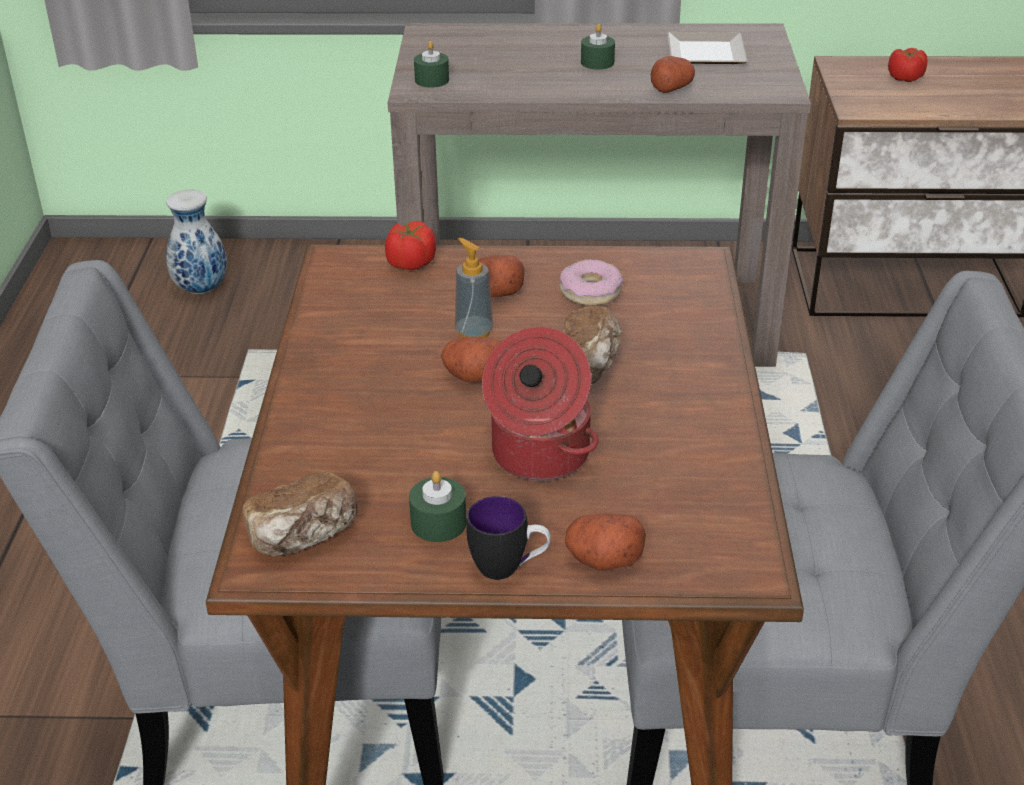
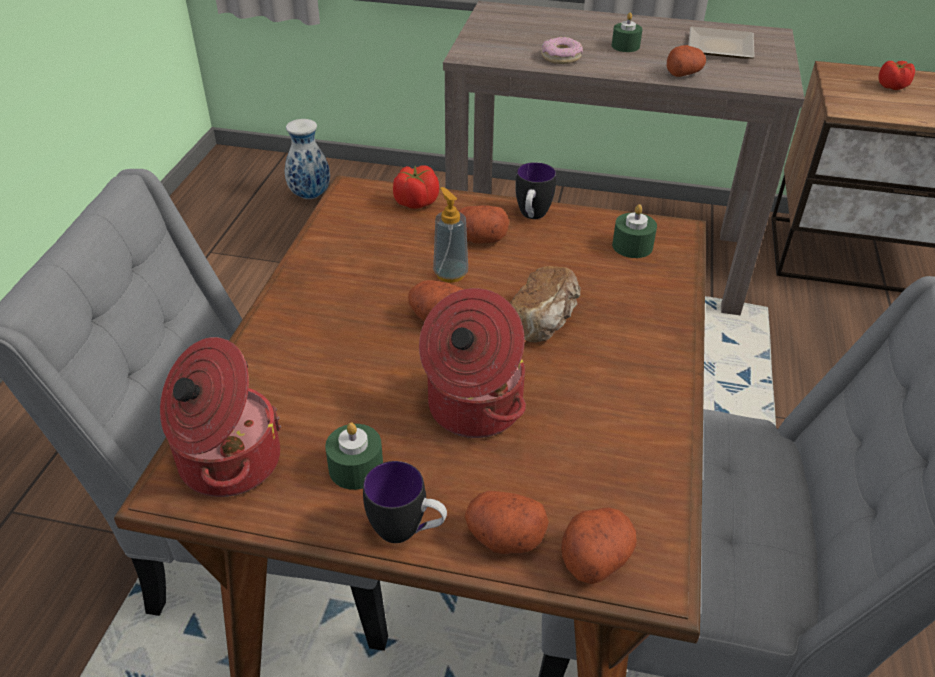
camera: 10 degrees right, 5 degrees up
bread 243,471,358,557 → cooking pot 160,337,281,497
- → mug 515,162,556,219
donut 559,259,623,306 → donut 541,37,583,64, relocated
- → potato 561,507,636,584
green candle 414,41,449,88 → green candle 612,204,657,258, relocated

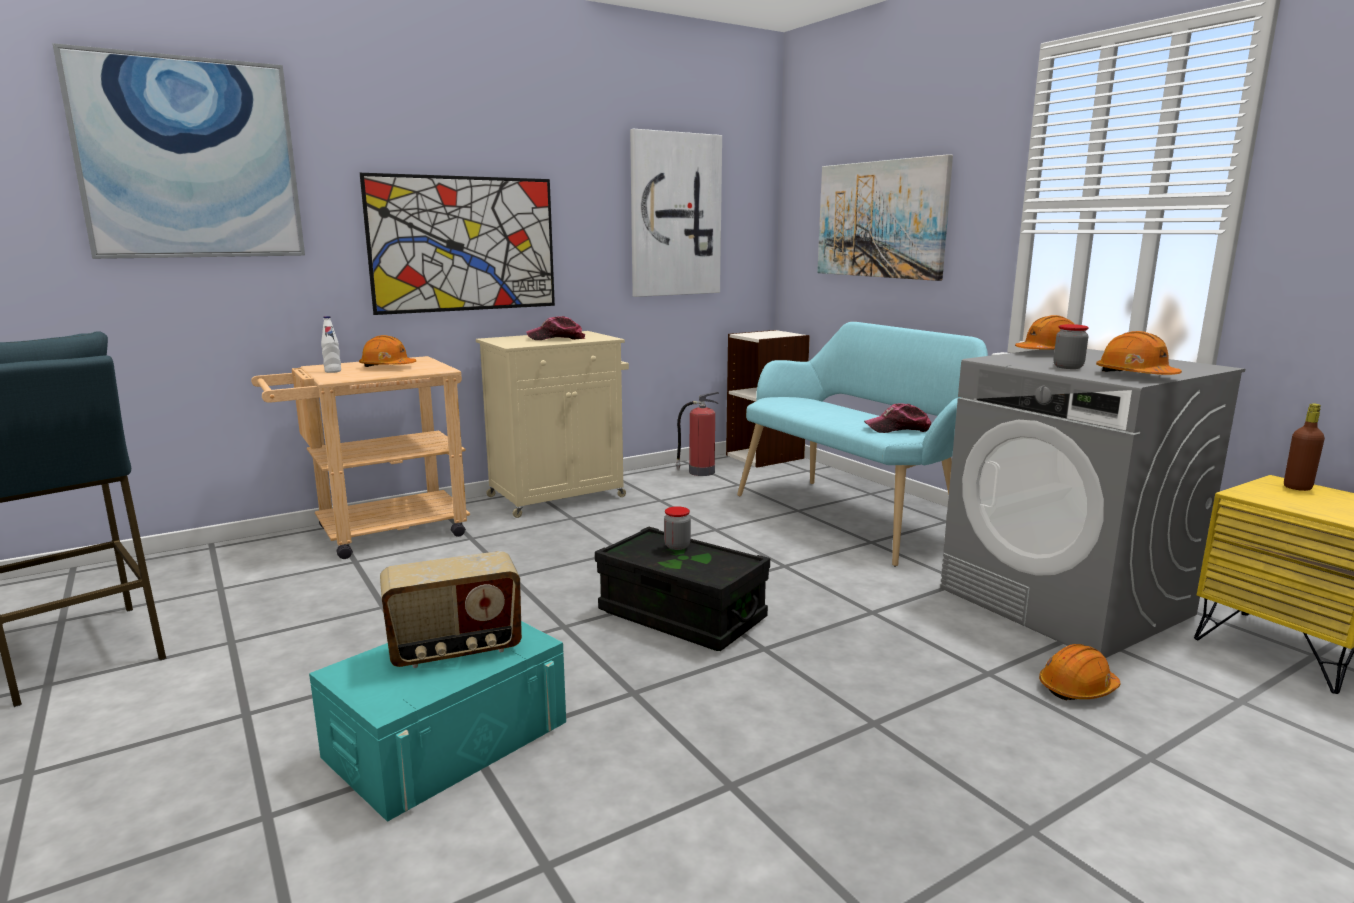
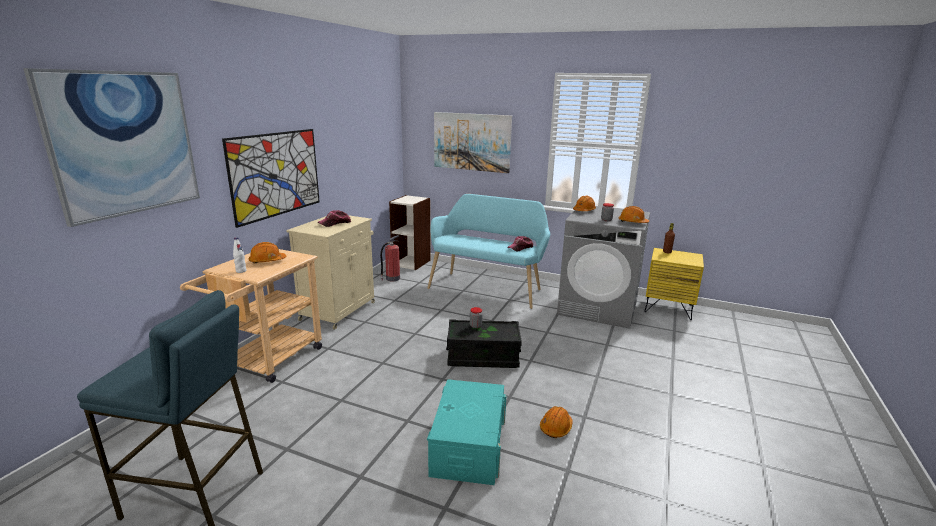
camera: 35 degrees left, 5 degrees up
orange hard hat 1039,644,1121,701 → orange hard hat 540,406,573,438, relocated
radio 380,551,522,668 → -
picture 630,129,722,297 → -

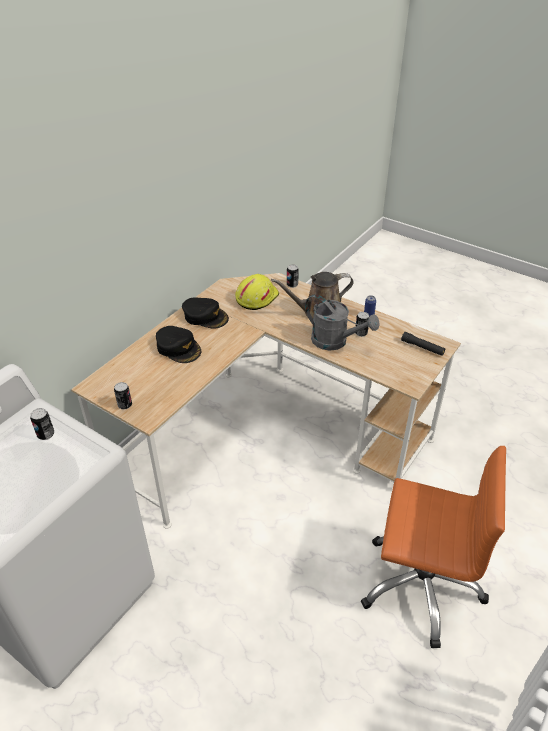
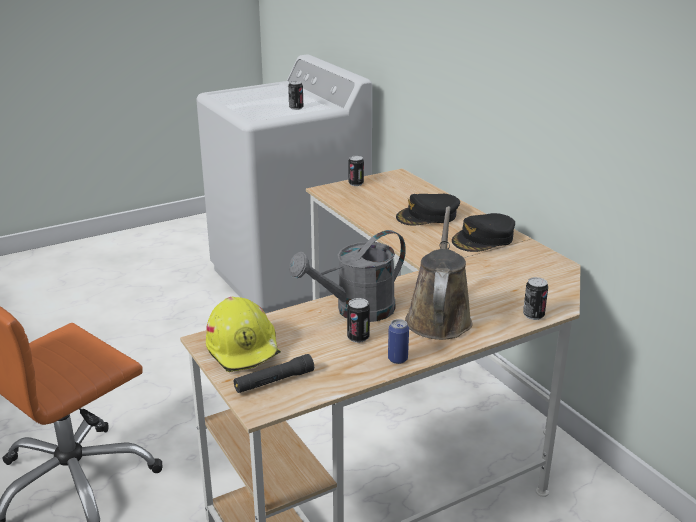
camera: 115 degrees right, 15 degrees down
yellow hard hat 235,274,279,310 → yellow hard hat 206,297,281,372, relocated

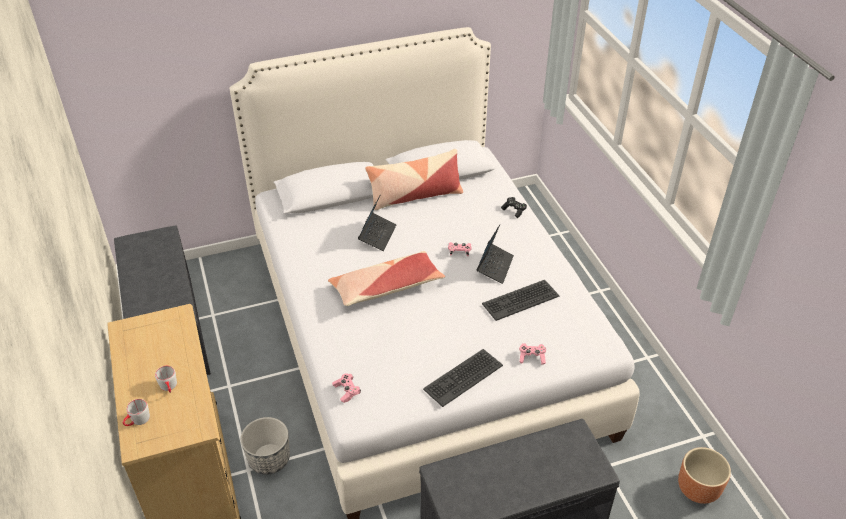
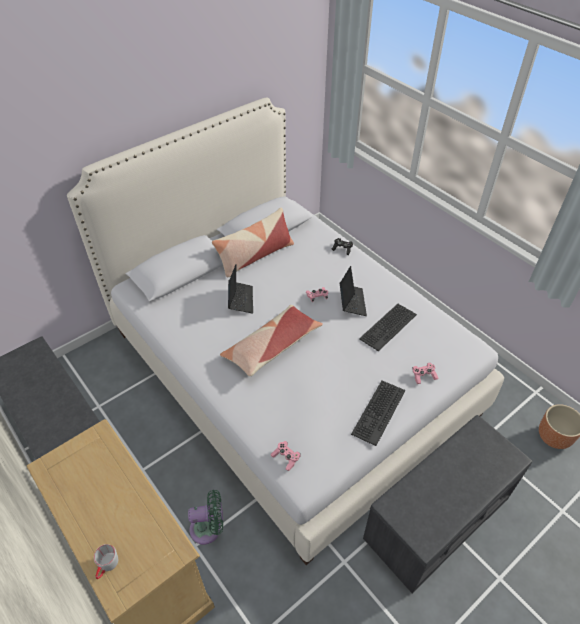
camera: 20 degrees left, 5 degrees up
planter 241,417,290,475 → green fan 188,490,223,545
grey mug 155,366,177,393 → -

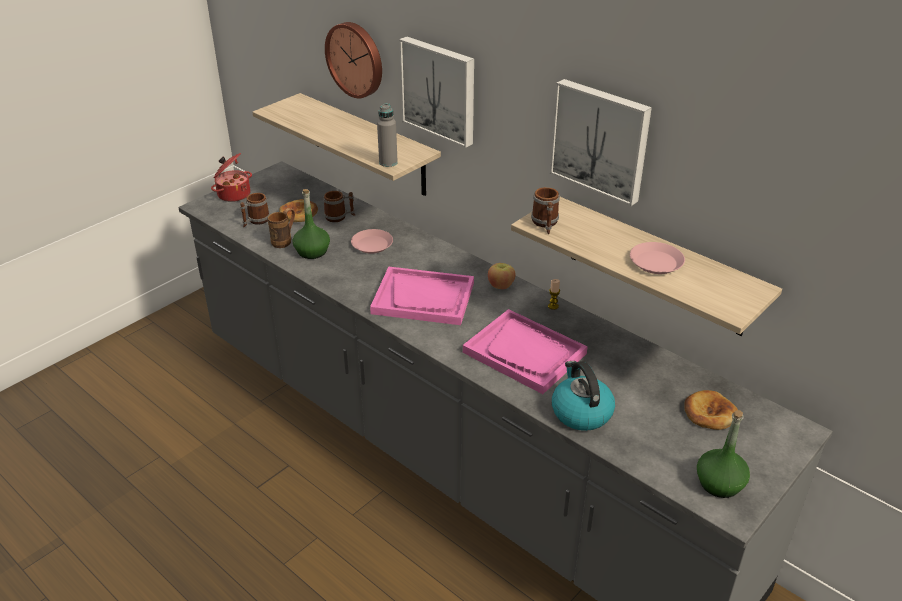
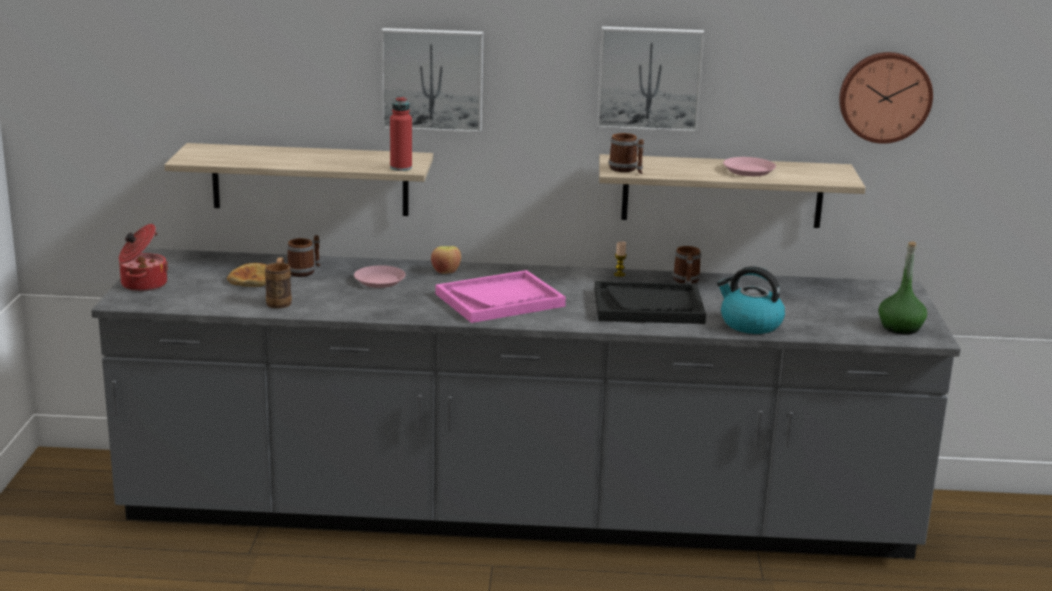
camera: 40 degrees left, 15 degrees down
grey bottle 377,103,398,167 → red bottle 390,96,412,171
apple 488,263,516,289 → apple 431,246,461,274, relocated
pink tray 463,309,587,394 → black tray 595,281,706,324
mug 240,193,270,227 → mug 673,246,701,284, relocated
wall clock 325,22,382,98 → wall clock 839,52,933,144, relocated
green bottle 293,189,330,259 → -
bread 684,390,738,430 → -

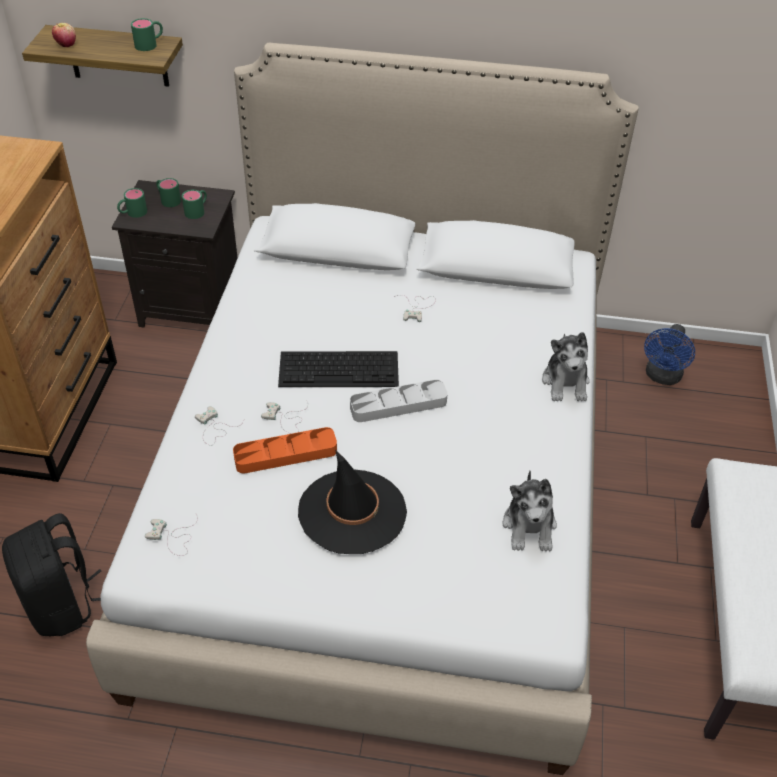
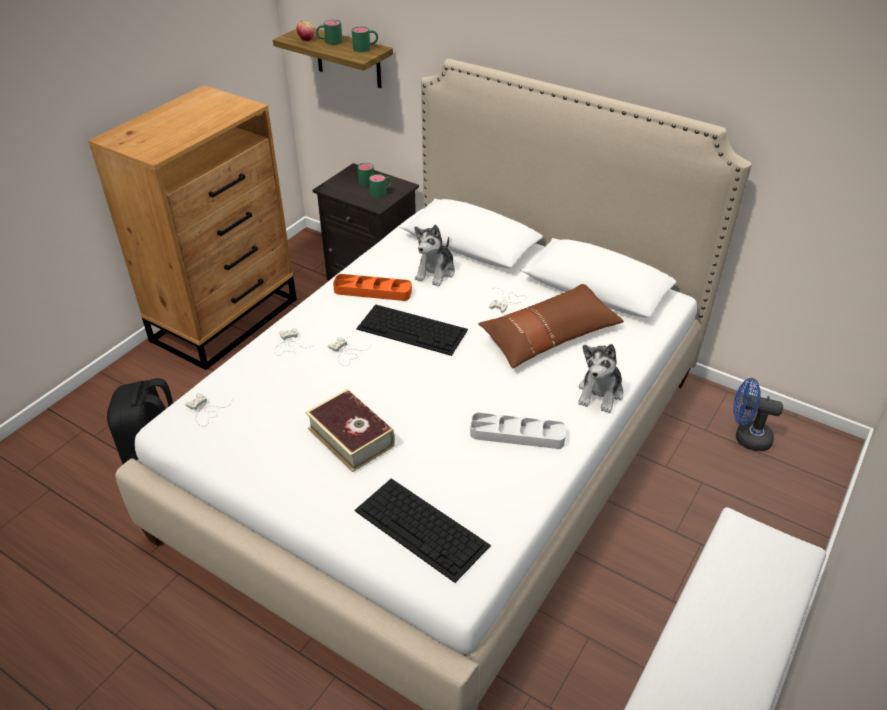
camera: 25 degrees right, 5 degrees down
black hat 298,450,407,554 → book 305,389,395,472
green mug 117,188,147,218 → green mug 316,20,343,45, relocated
orange tray 233,427,337,474 → orange tray 333,274,412,301, relocated
- → keyboard 355,478,491,583
plush toy 503,471,557,551 → plush toy 415,225,455,286, relocated
grey tray 350,380,448,422 → grey tray 470,412,566,449, relocated
- → brown pillow 478,284,624,368
blue fan 644,324,695,385 → blue fan 733,378,783,451, 60 degrees clockwise

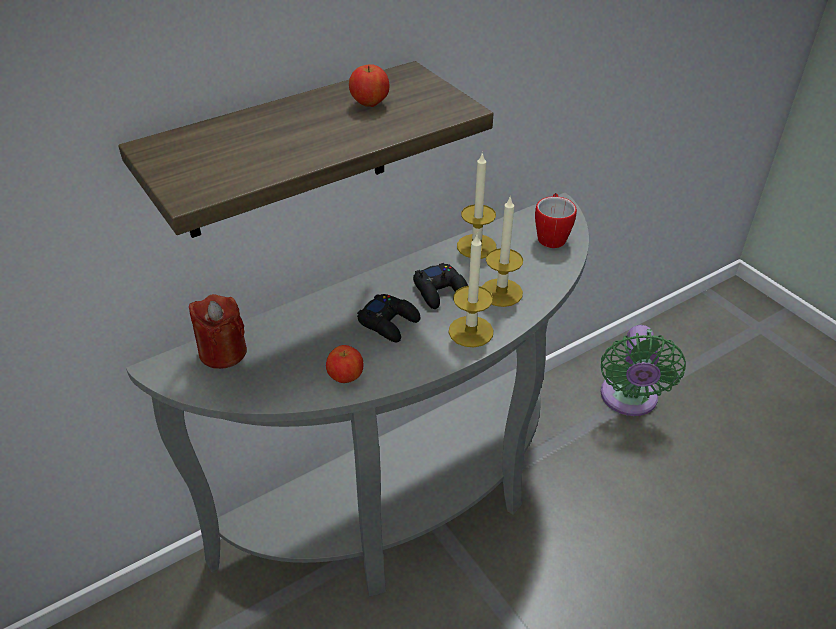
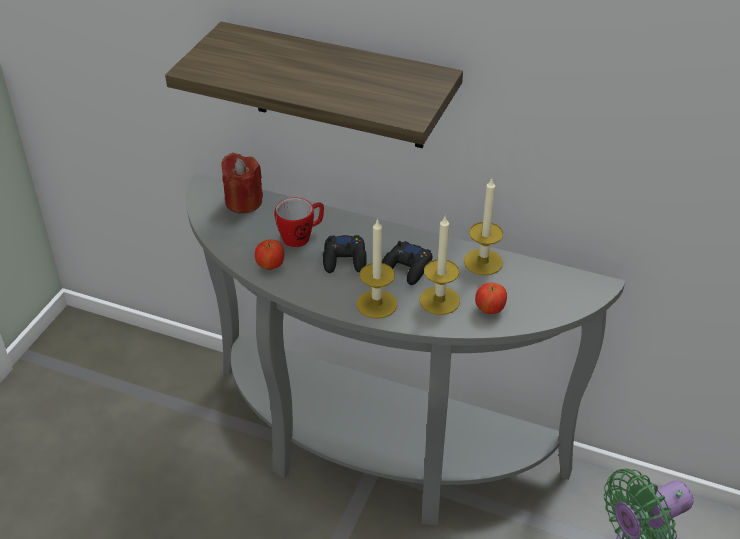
camera: 55 degrees right, 0 degrees up
mug 535,193,577,248 → mug 275,198,324,247, relocated
apple 349,64,389,107 → apple 475,283,507,314, relocated

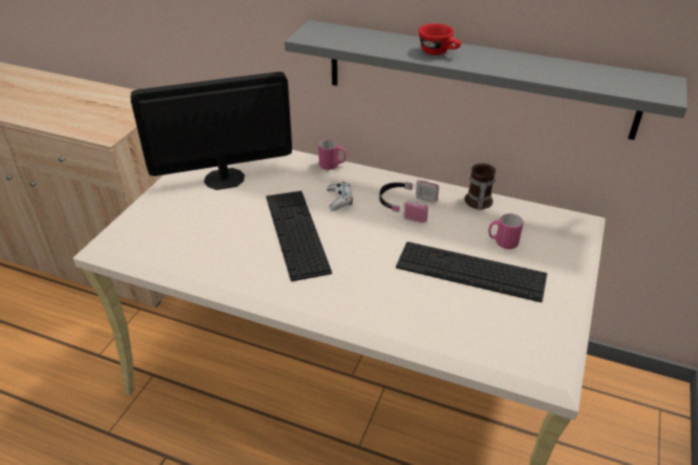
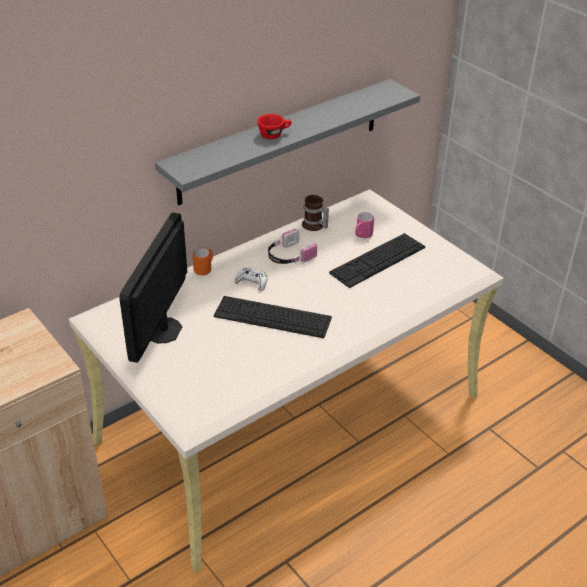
camera: 60 degrees left, 0 degrees up
pink mug 318,139,346,170 → orange mug 193,248,213,275

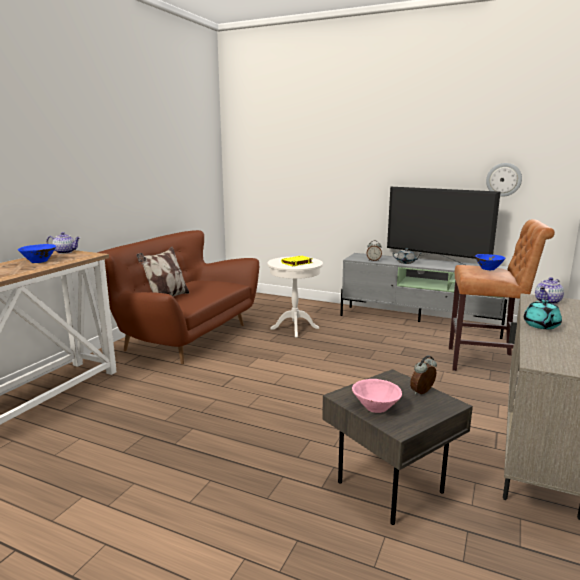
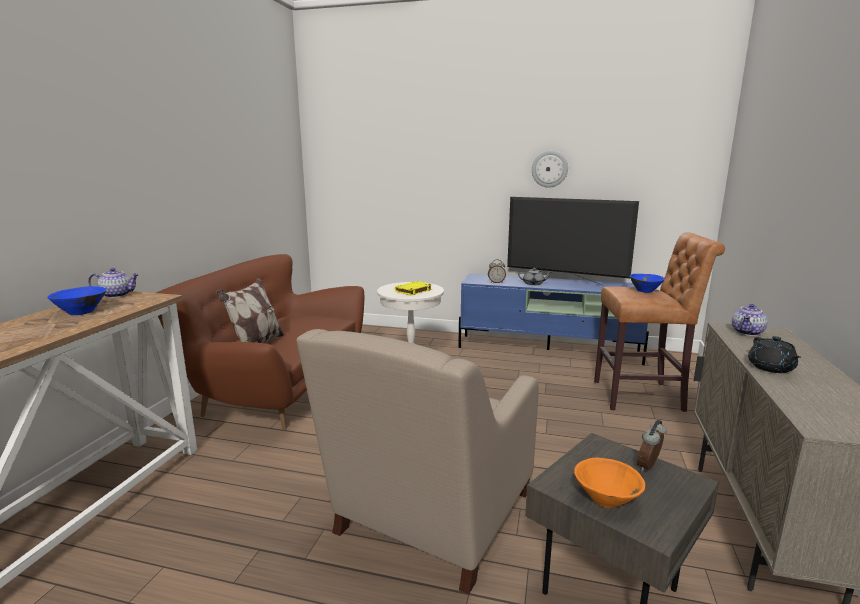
camera: 10 degrees left, 0 degrees up
- → beige armchair 296,329,539,594
grey tv stand 340,253,508,339 → blue tv stand 458,274,649,365
wall clock 486,163,522,197 → wall clock 532,151,568,188, relocated
pink bowl 352,379,402,413 → orange bowl 574,458,645,508
turquoise teapot 524,300,562,329 → black teapot 748,336,801,373

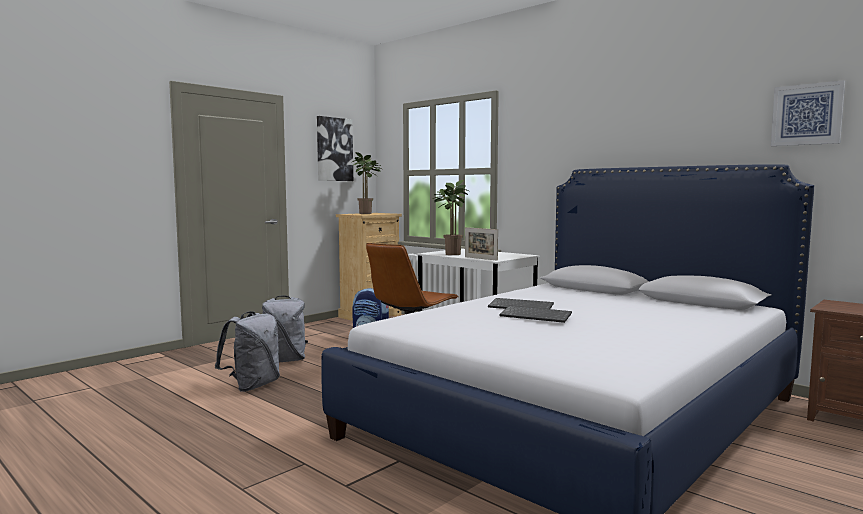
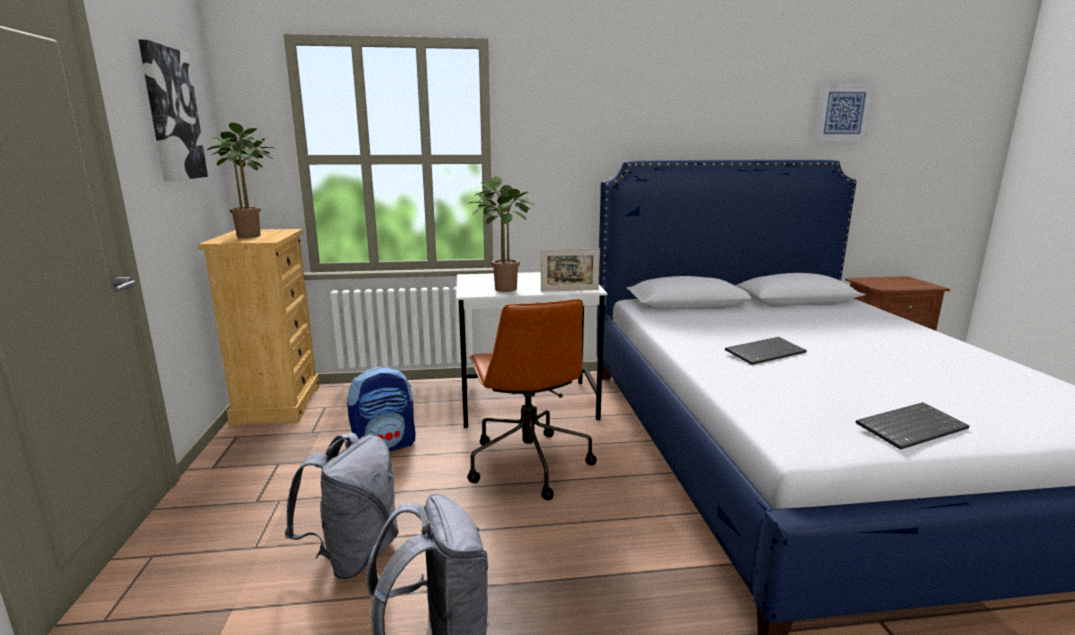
camera: 50 degrees left, 10 degrees up
keyboard 499,306,572,323 → keyboard 855,402,969,450, relocated

